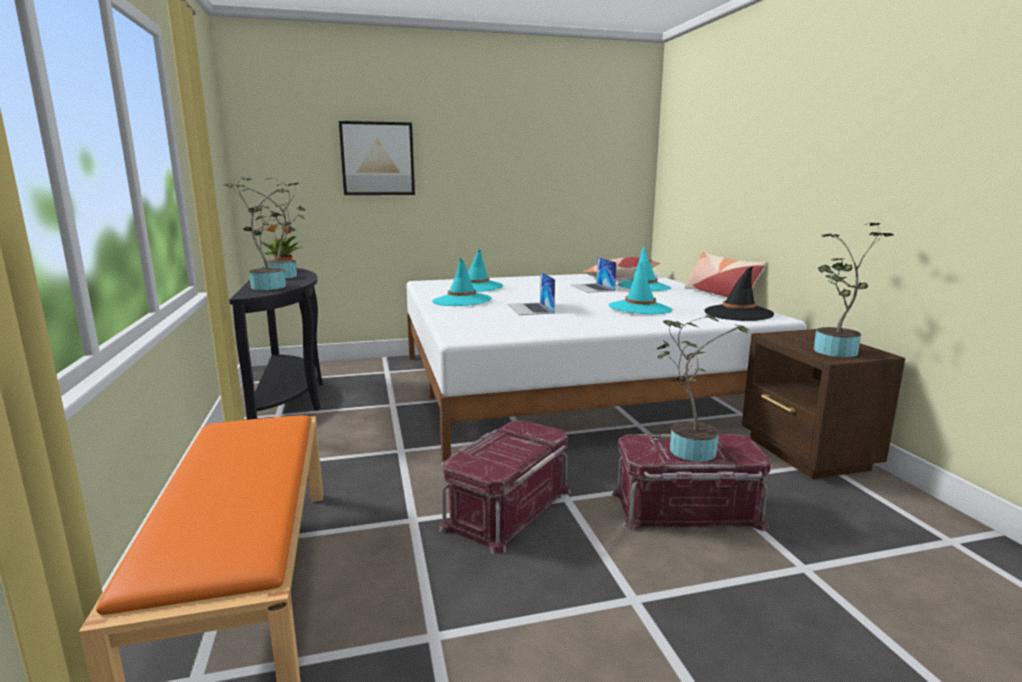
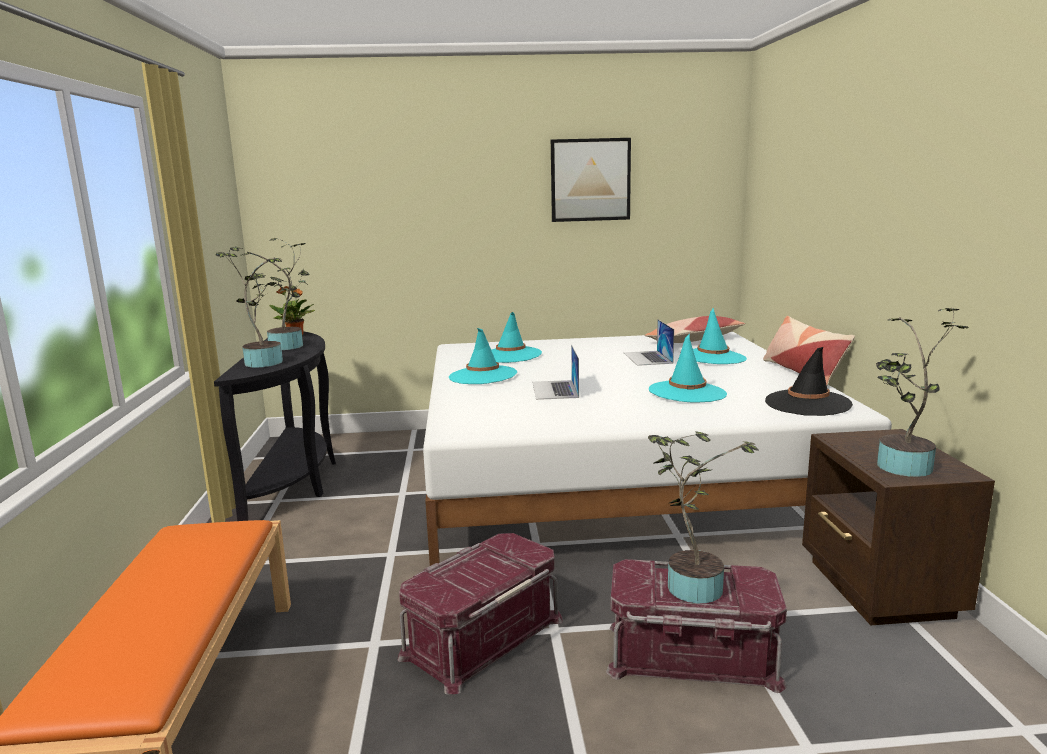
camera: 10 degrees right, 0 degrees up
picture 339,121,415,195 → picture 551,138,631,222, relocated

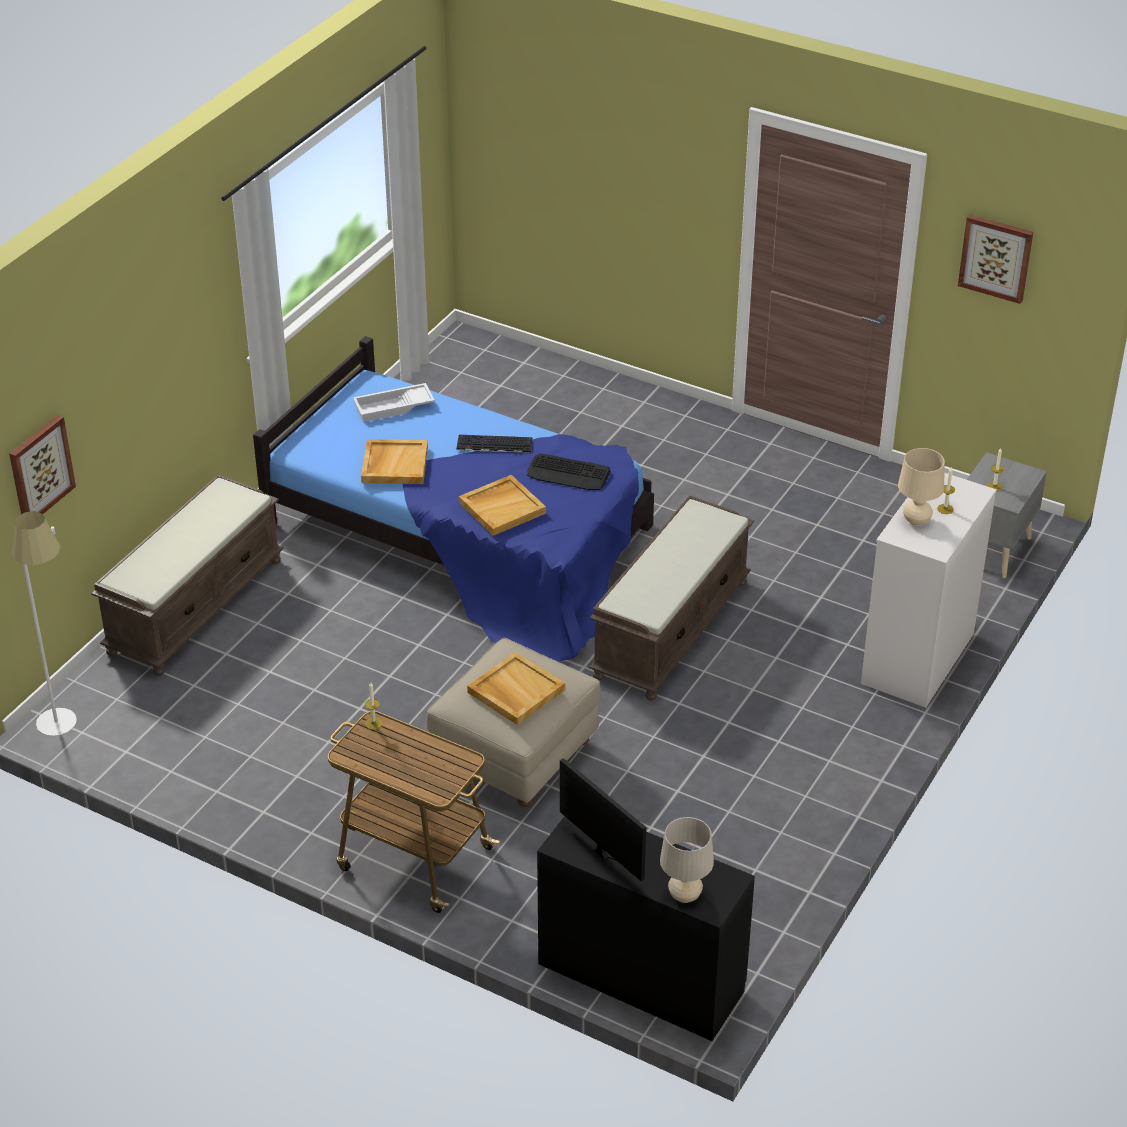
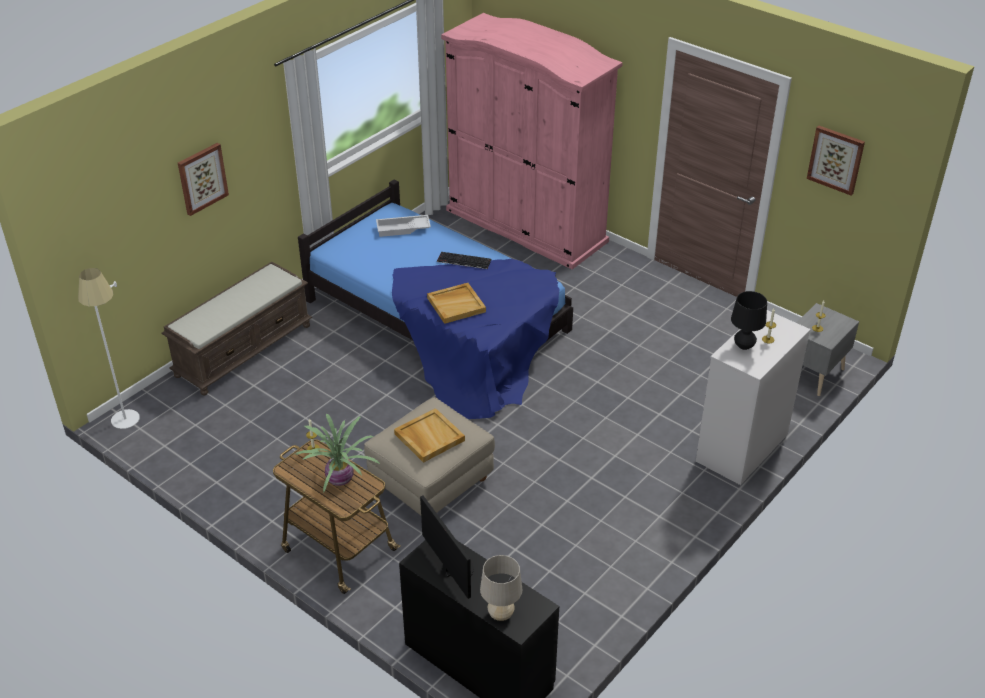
camera: 10 degrees right, 0 degrees up
picture 9,415,76,514 → picture 178,143,229,216, relocated
- → potted plant 295,414,381,493
- → pink wardrobe 441,13,623,269
beige table lamp 898,448,945,526 → black table lamp 731,291,767,350
beige tray 361,439,428,484 → -
keyboard 527,454,611,490 → -
brown bench 589,495,754,701 → -

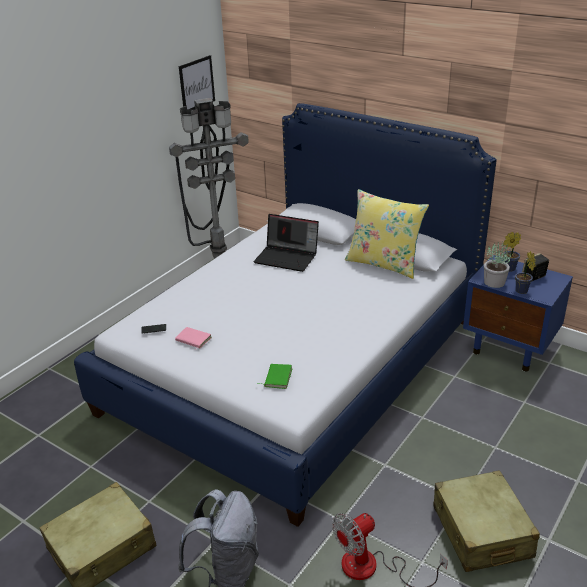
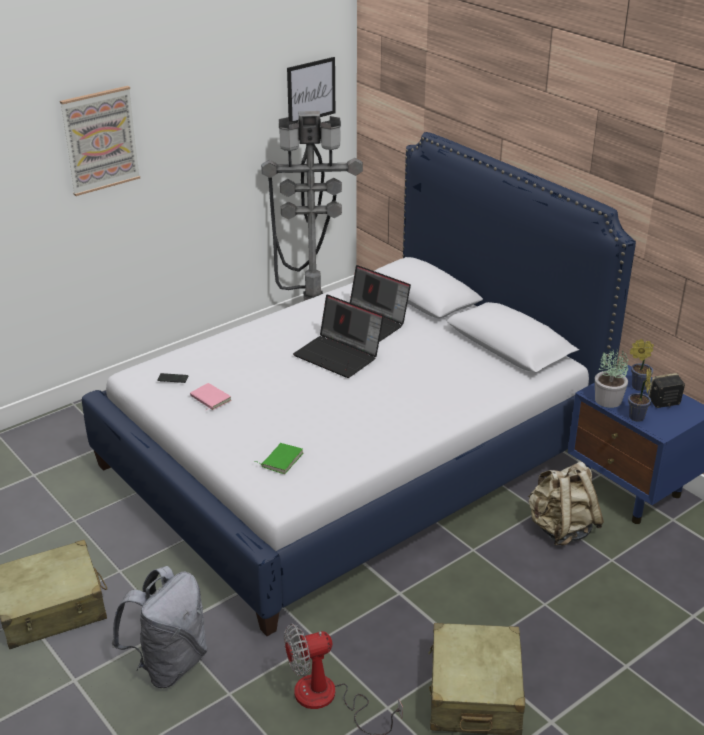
camera: 15 degrees right, 0 degrees up
- → picture 60,86,140,196
- → laptop 293,295,384,378
- → beige backpack 528,461,604,546
yellow pillow 345,189,429,279 → -

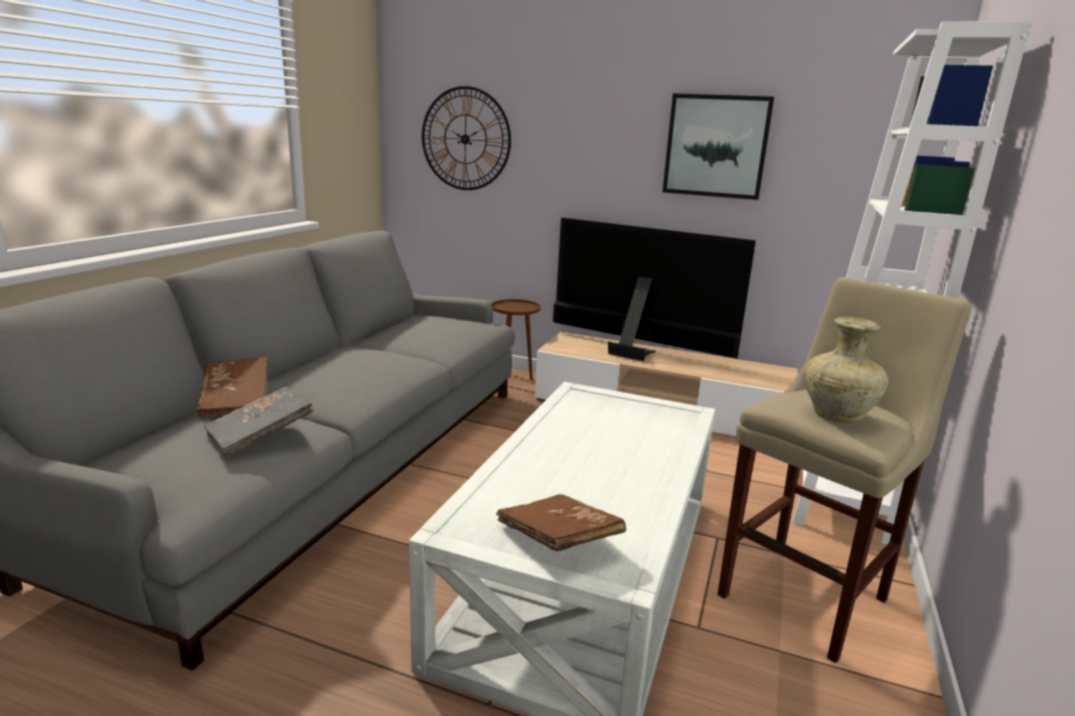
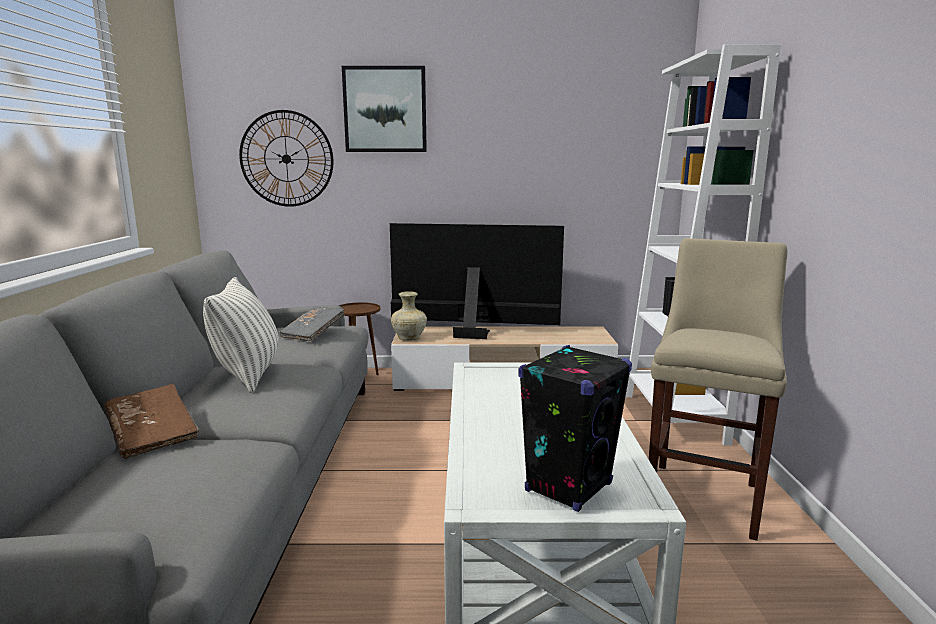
camera: 20 degrees left, 5 degrees down
- → pillow 203,277,279,393
grey book 204,387,314,456 → grey book 280,307,345,341, relocated
picture 662,93,774,200 → picture 342,66,427,152, relocated
beige vase 805,317,888,423 → beige vase 391,291,427,341, relocated
brown book 496,494,626,552 → black speaker 518,345,632,512

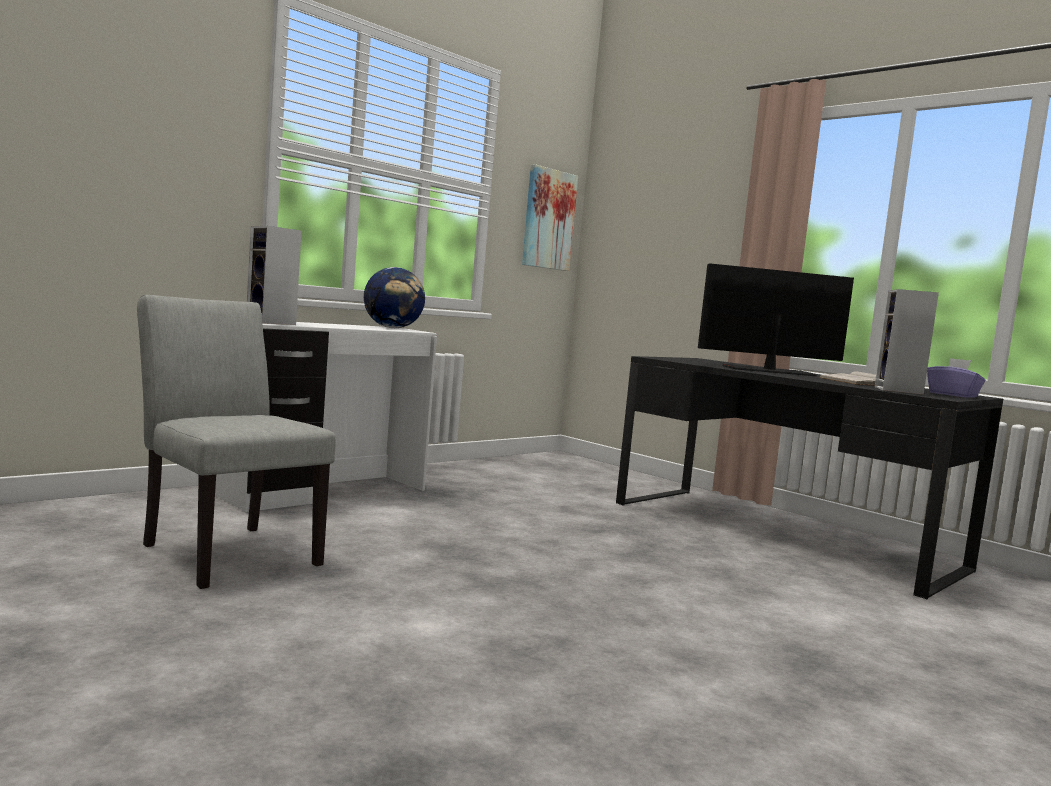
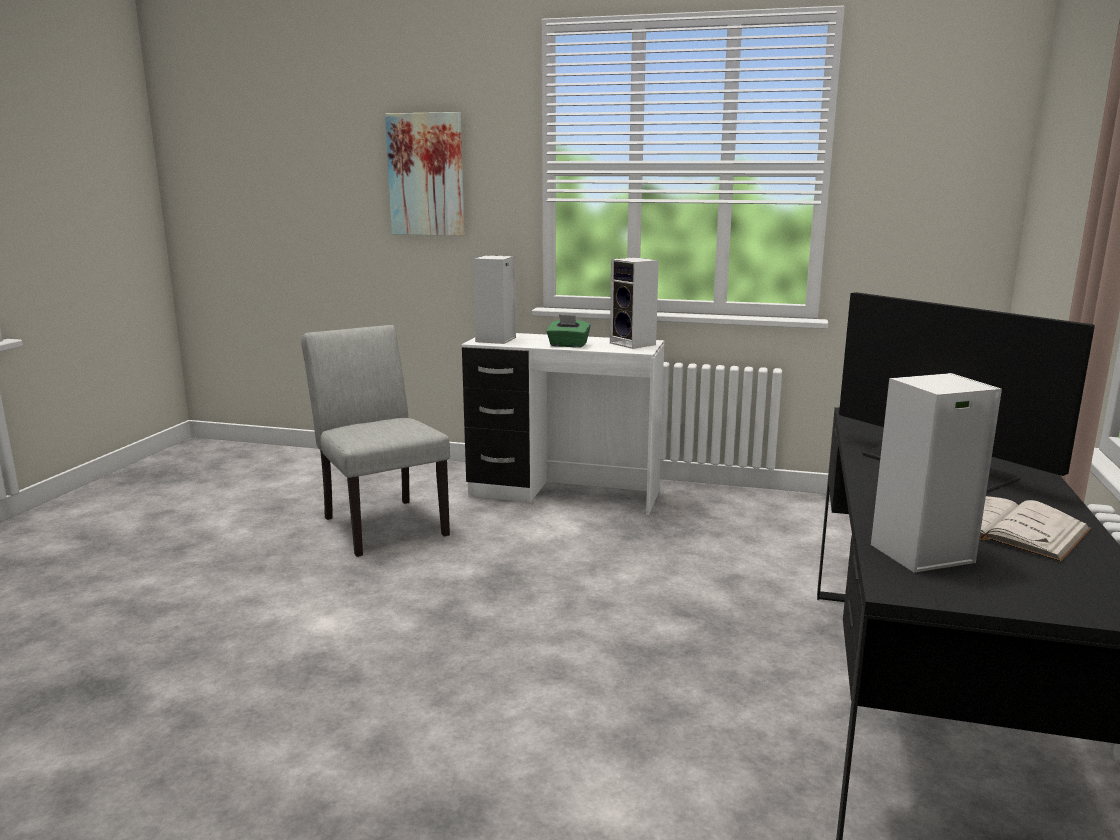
camera: 60 degrees right, 10 degrees up
grey chair 137,295,335,589 → grey chair 301,325,450,557, 45 degrees counterclockwise
picture 522,164,578,271 → picture 385,112,464,236, relocated
- → green tissue box 546,315,591,348
globe 364,267,425,328 → speaker 610,257,659,349
purple tissue box 927,358,985,398 → -

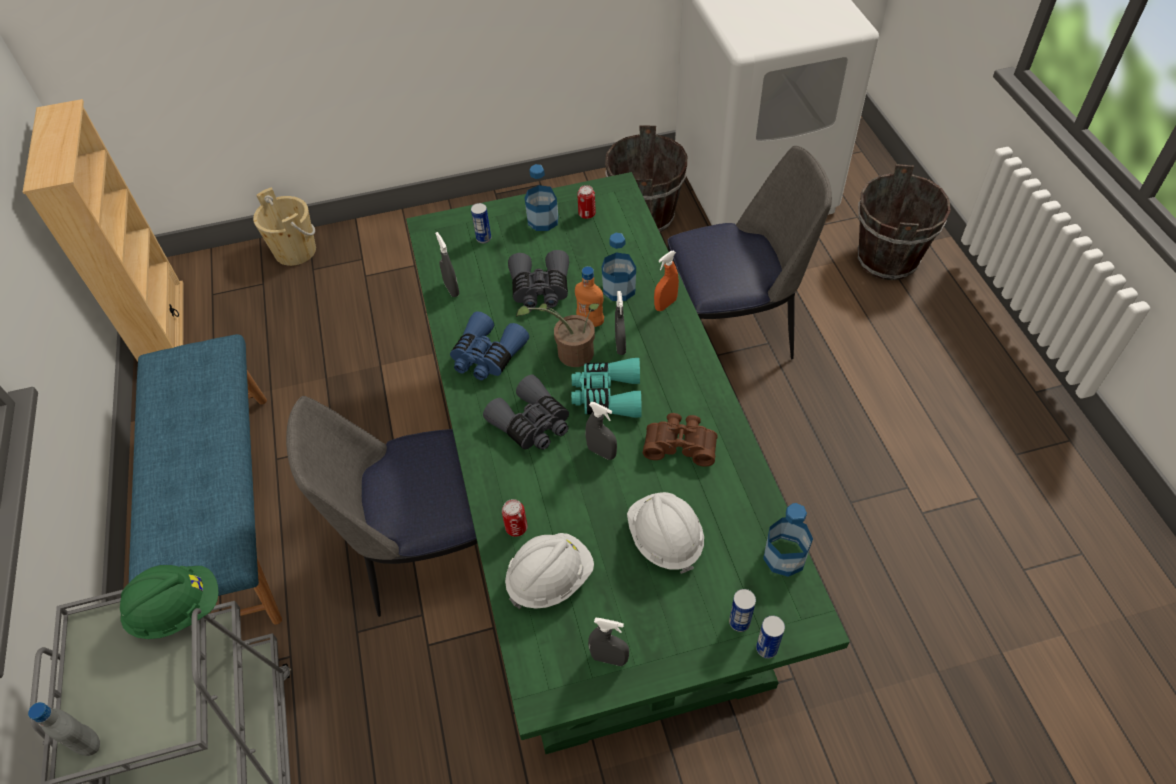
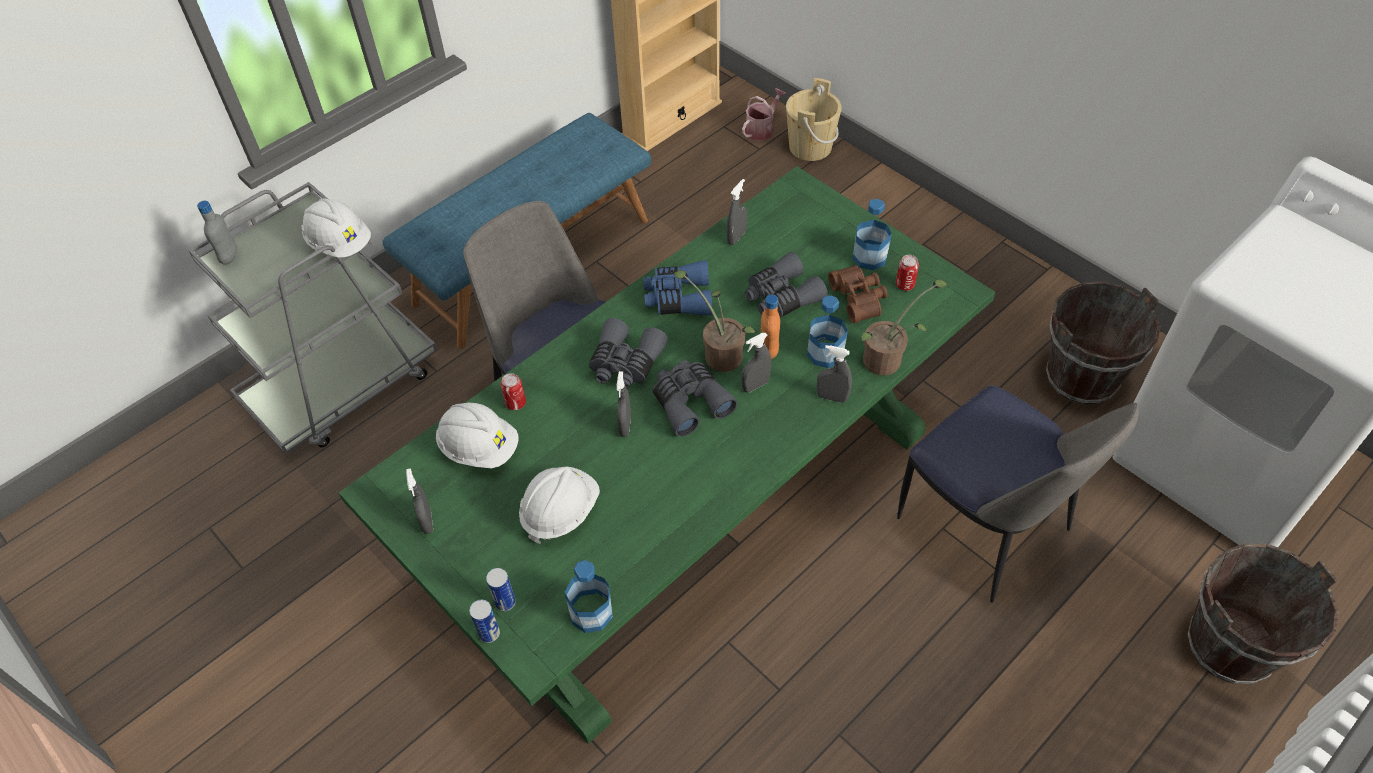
camera: 60 degrees right, 0 degrees up
green hard hat 120,565,219,639 → white hard hat 302,198,371,258
turquoise binoculars 571,358,642,418 → grey binoculars 652,360,738,437
- → watering can 742,88,786,141
orange spray bottle 654,251,679,311 → grey spray bottle 817,345,852,403
brown binoculars 643,413,718,467 → brown binoculars 828,265,887,323, relocated
- → potted plant 861,279,948,375
can 471,203,491,244 → -

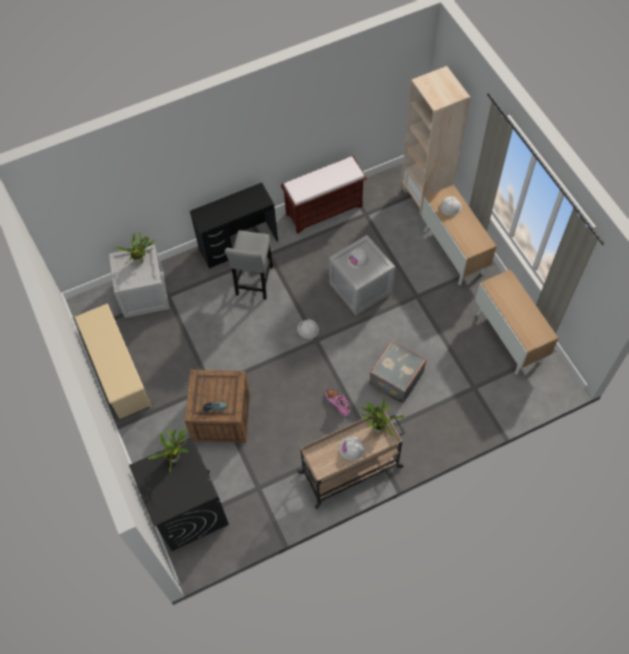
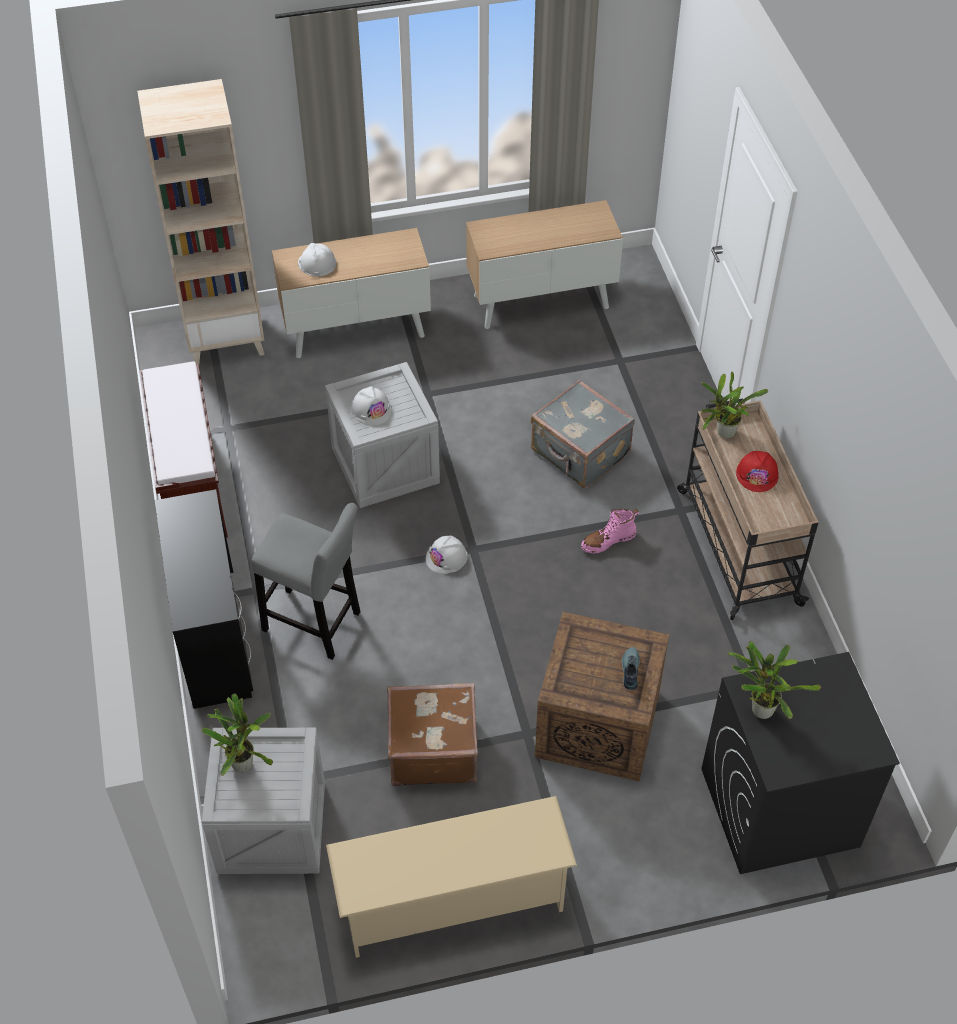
camera: 80 degrees left, 10 degrees down
- → brown suitcase 387,683,478,786
white hard hat 339,437,365,460 → red hard hat 736,451,779,492

